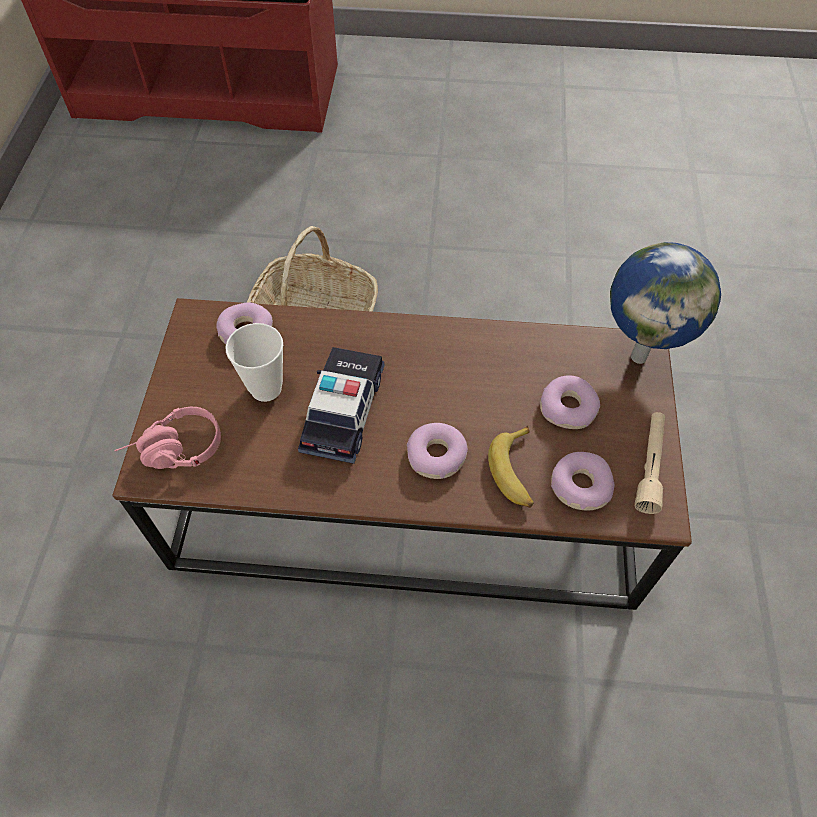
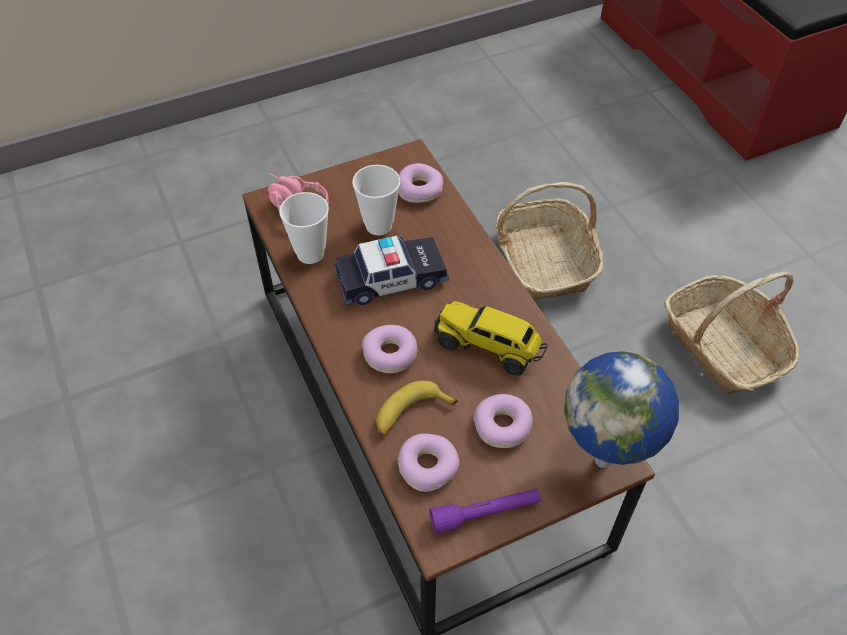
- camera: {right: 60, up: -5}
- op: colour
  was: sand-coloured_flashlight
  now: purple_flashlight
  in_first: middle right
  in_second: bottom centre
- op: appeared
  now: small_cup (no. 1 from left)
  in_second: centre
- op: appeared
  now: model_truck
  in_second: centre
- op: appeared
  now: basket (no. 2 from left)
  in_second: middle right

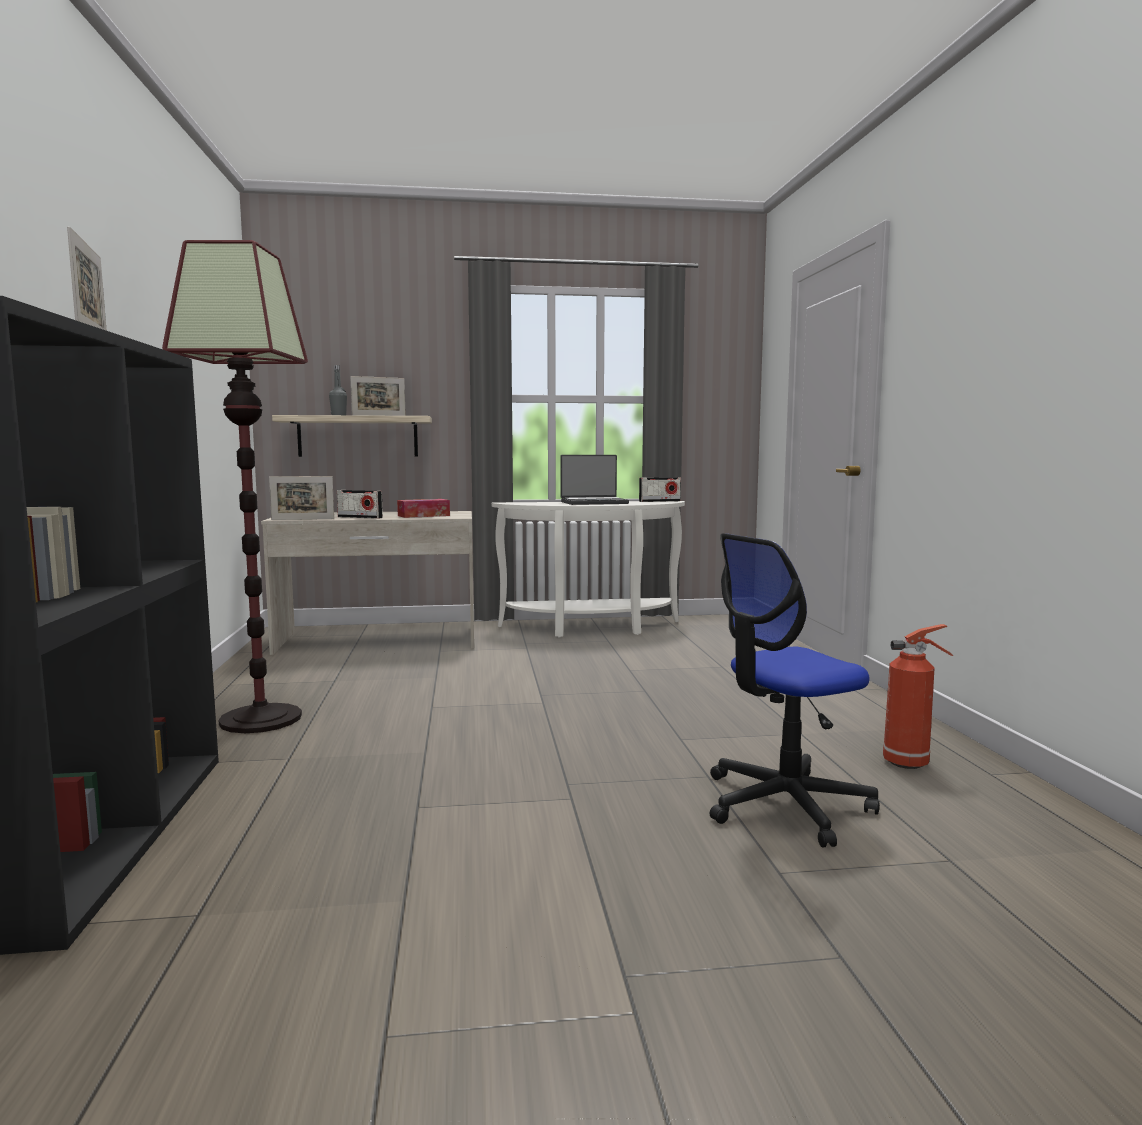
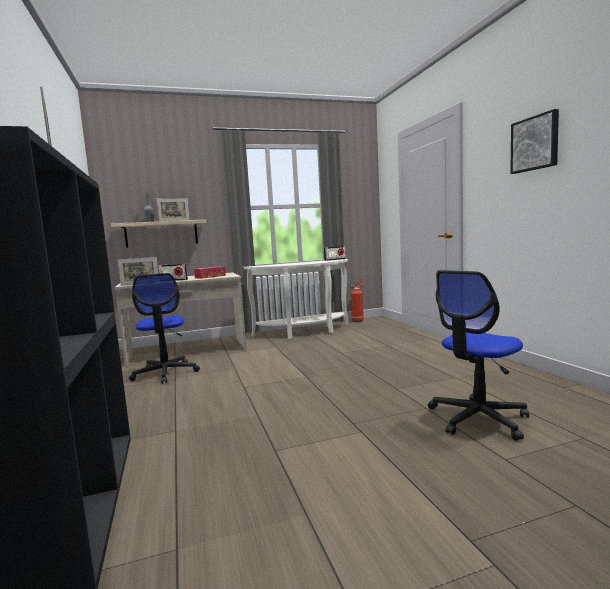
- camera: {right: -10, up: 0}
- op: missing
  was: standing_lamp
  in_first: middle left
- op: missing
  was: laptop
  in_first: centre
- op: relocated
  was: fire-fighting_cylinder
  in_first: middle right
  in_second: centre
- op: appeared
  now: office_chair (no. 1 from left)
  in_second: middle left
- op: appeared
  now: picture
  in_second: top right

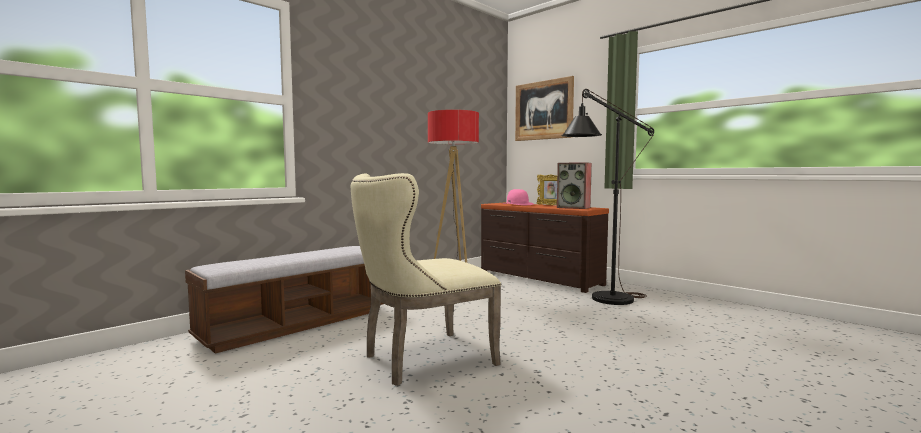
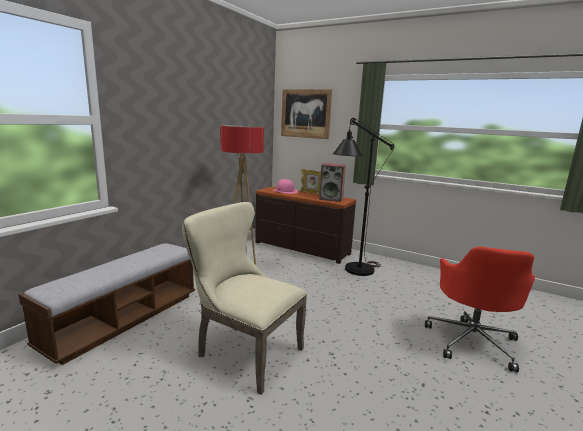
- camera: {right: -15, up: 10}
- op: spun
  was: sand-coloured_upright_chair
  in_first: centre
  in_second: bottom centre
  clockwise: 75
- op: appeared
  now: reddish_office_chair
  in_second: bottom right

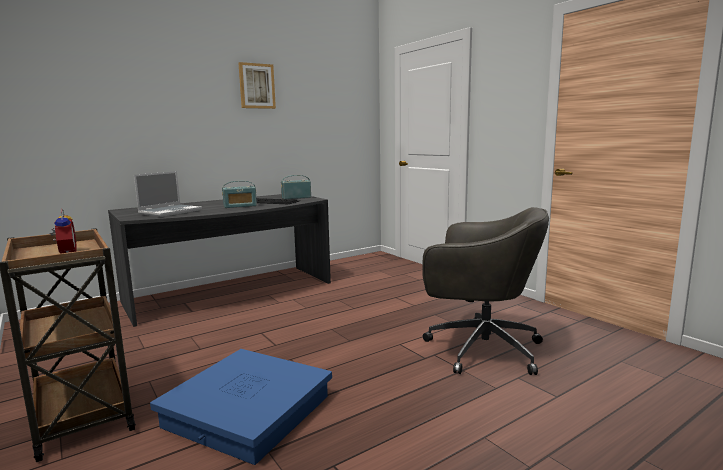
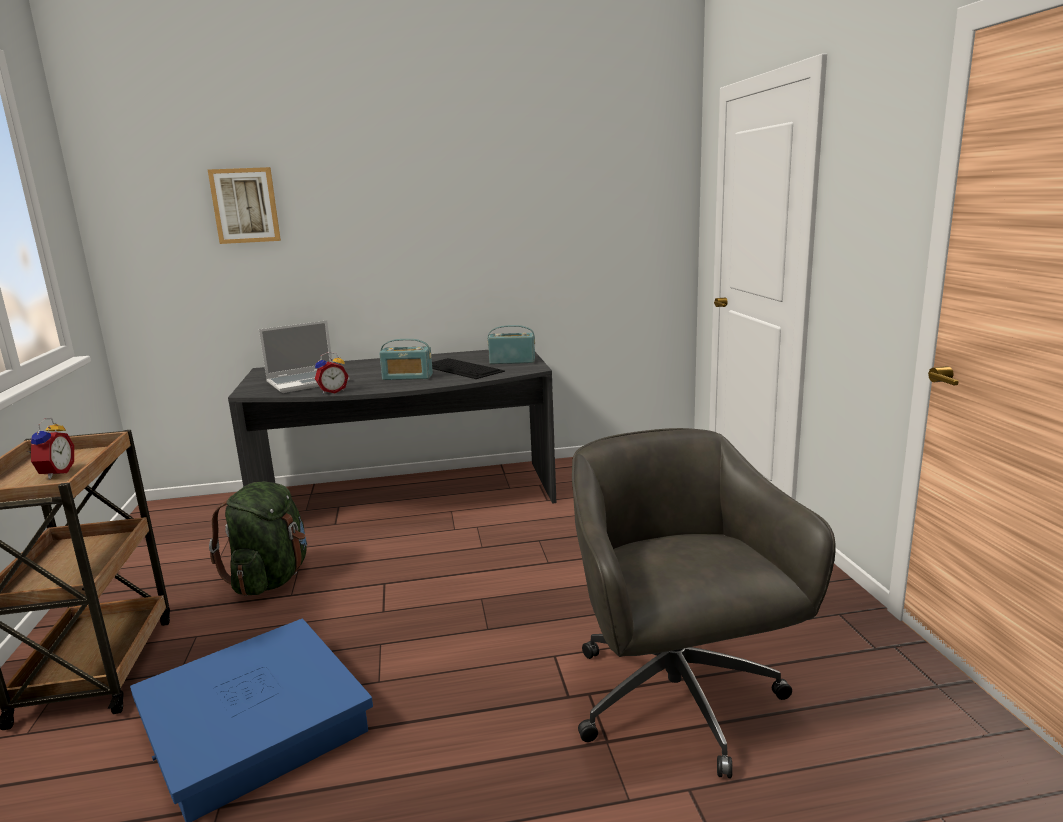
- camera: {right: 25, up: 5}
- op: relocated
  was: picture
  in_first: top centre
  in_second: top left
- op: spun
  was: greyish_office_chair
  in_first: middle right
  in_second: bottom centre
  clockwise: -150
- op: appeared
  now: green-coloured_backpack
  in_second: middle left
- op: appeared
  now: bedside_clock (no. 2 from left)
  in_second: middle left

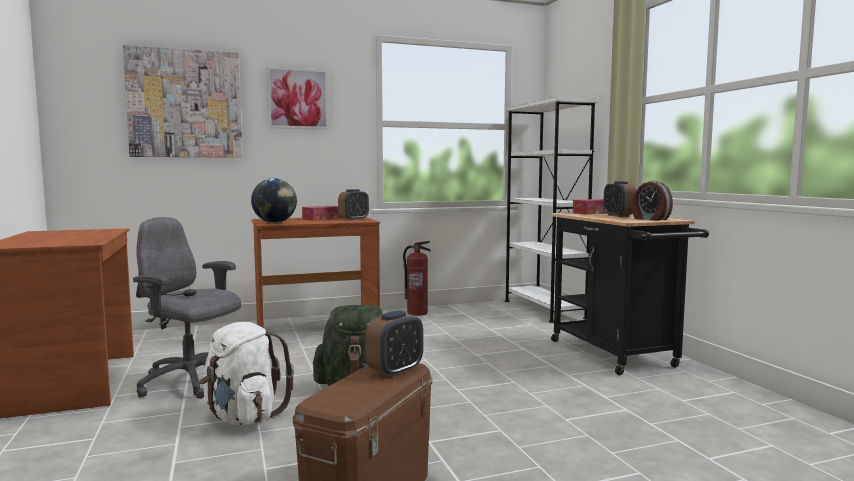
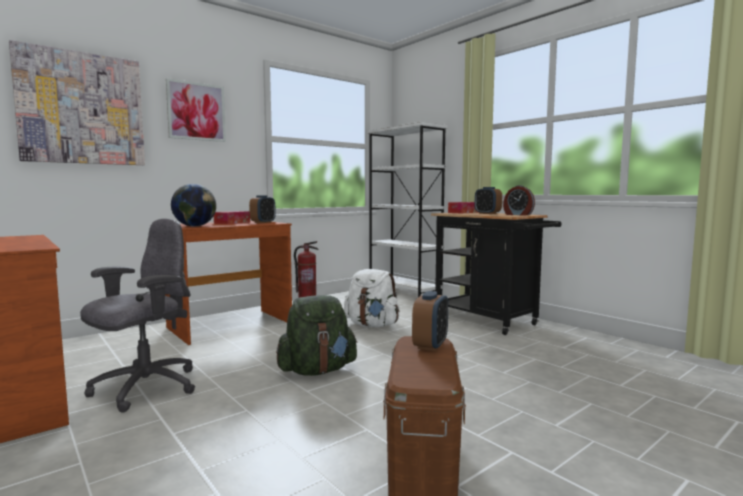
- camera: {right: -20, up: 0}
- op: spun
  was: greyish_office_chair
  in_first: middle left
  in_second: middle left
  clockwise: 120
- op: relocated
  was: white-coloured_backpack
  in_first: bottom left
  in_second: centre

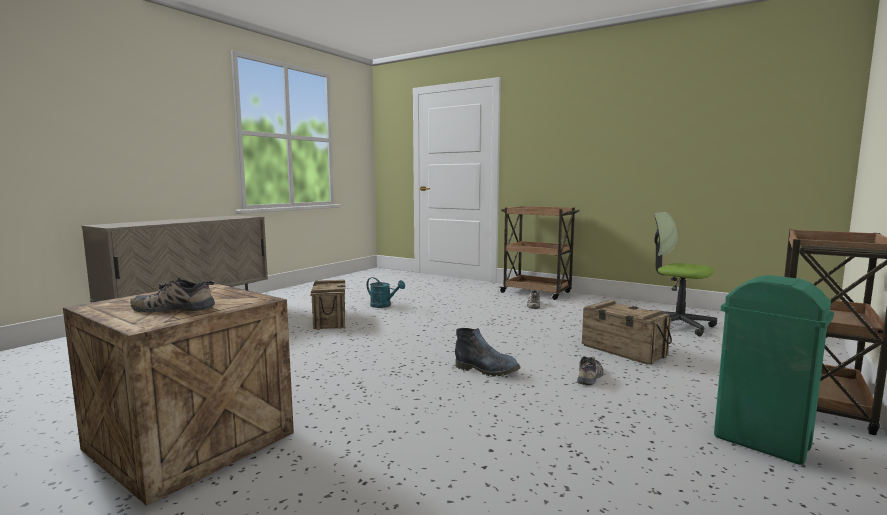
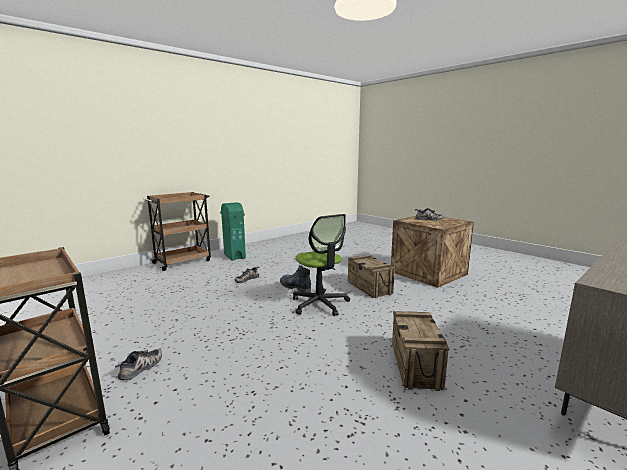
- camera: {right: -165, up: 5}
- op: missing
  was: turquoise_watering_pot
  in_first: centre
- op: relocated
  was: packing_crate (no. 3 from left in the first image)
  now: packing_crate (no. 1 from left)
  in_first: middle right
  in_second: centre
- op: relocated
  was: office_chair
  in_first: middle right
  in_second: centre

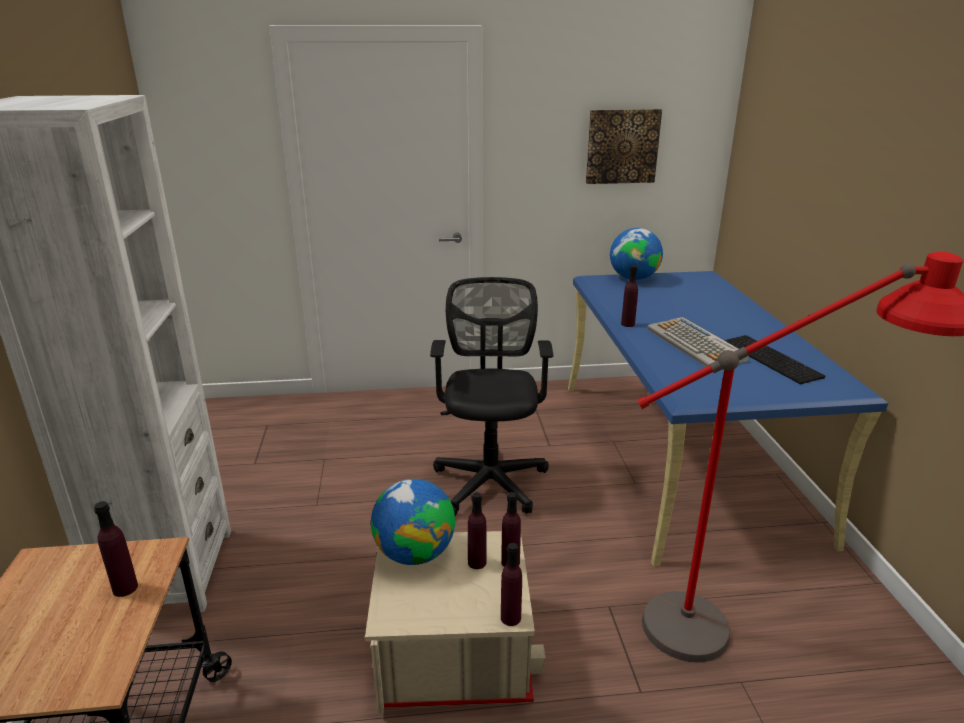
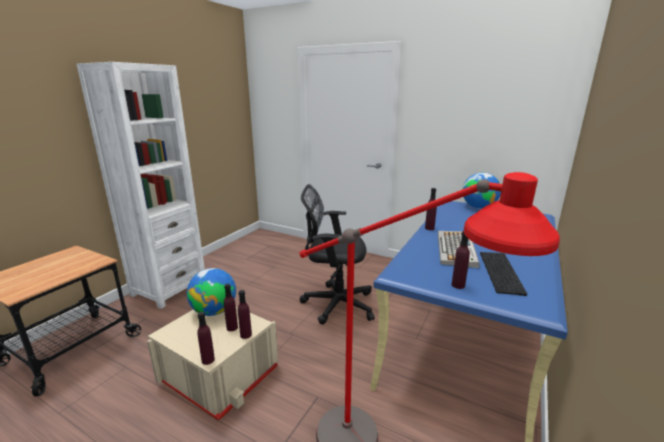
- camera: {right: 35, up: -5}
- op: relocated
  was: purple_beverage_bottle (no. 1 from left in the first image)
  now: purple_beverage_bottle (no. 5 from left)
  in_first: bottom left
  in_second: middle right
- op: spun
  was: black-coloured_office_chair
  in_first: centre
  in_second: centre
  clockwise: -120
- op: missing
  was: picture
  in_first: top centre

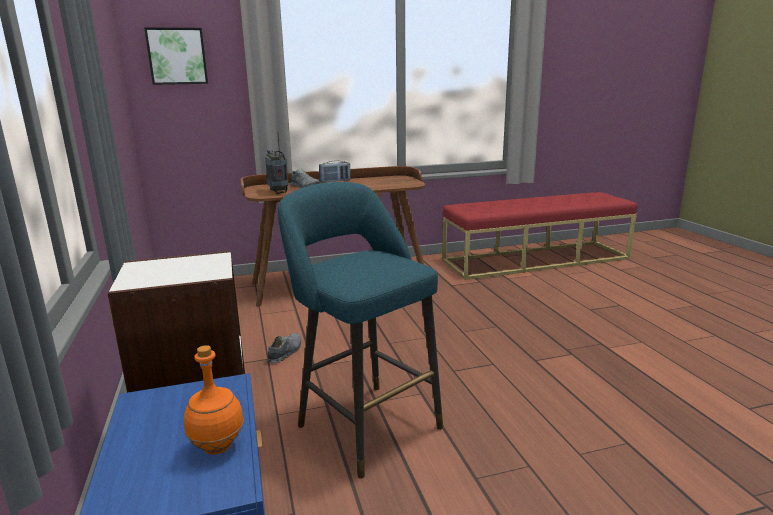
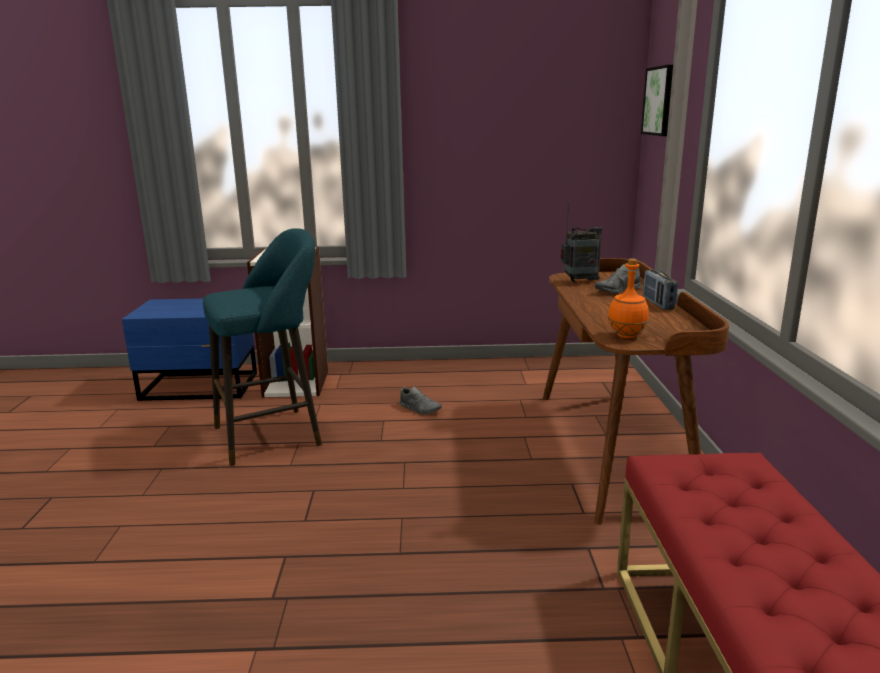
- camera: {right: 105, up: 0}
- op: relocated
  was: orange-coloured_beverage_bottle
  in_first: bottom left
  in_second: middle right

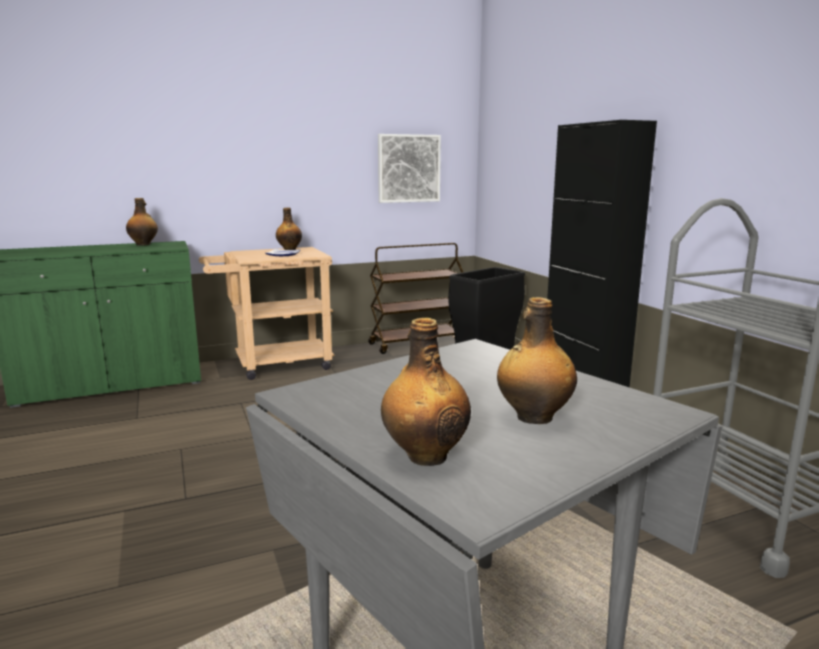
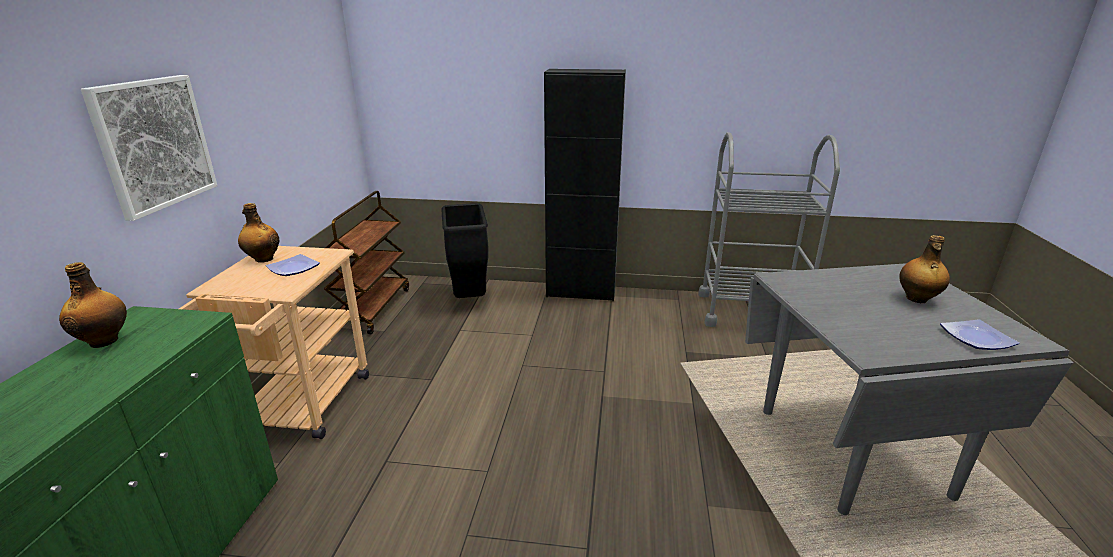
- camera: {right: -60, up: 10}
- op: relocated
  was: picture
  in_first: top centre
  in_second: top left
- op: exchanged
  was: beverage_bottle (no. 3 from left)
  now: plate (no. 2 from left)
  in_first: centre
  in_second: middle right

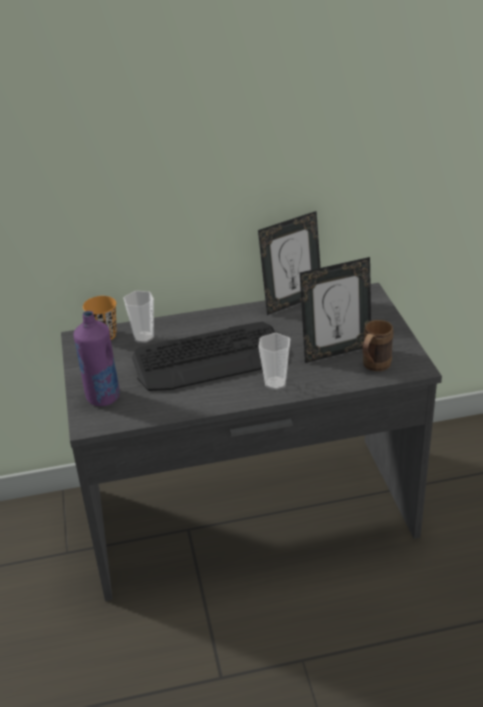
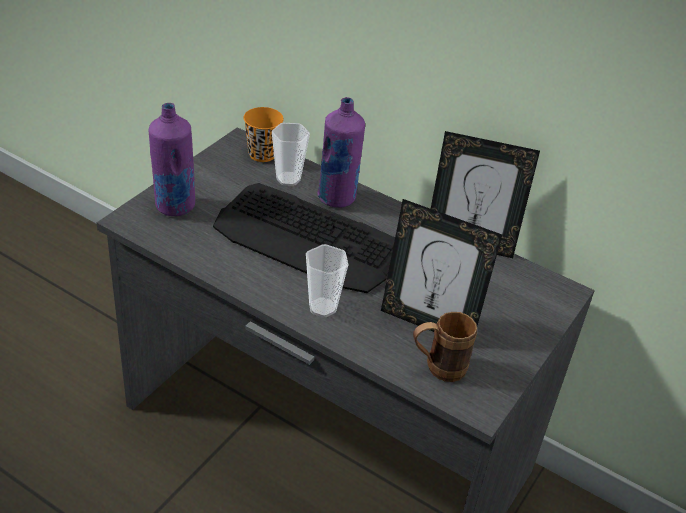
- camera: {right: 40, up: 5}
- op: appeared
  now: purple_beverage_bottle (no. 2 from left)
  in_second: top centre

